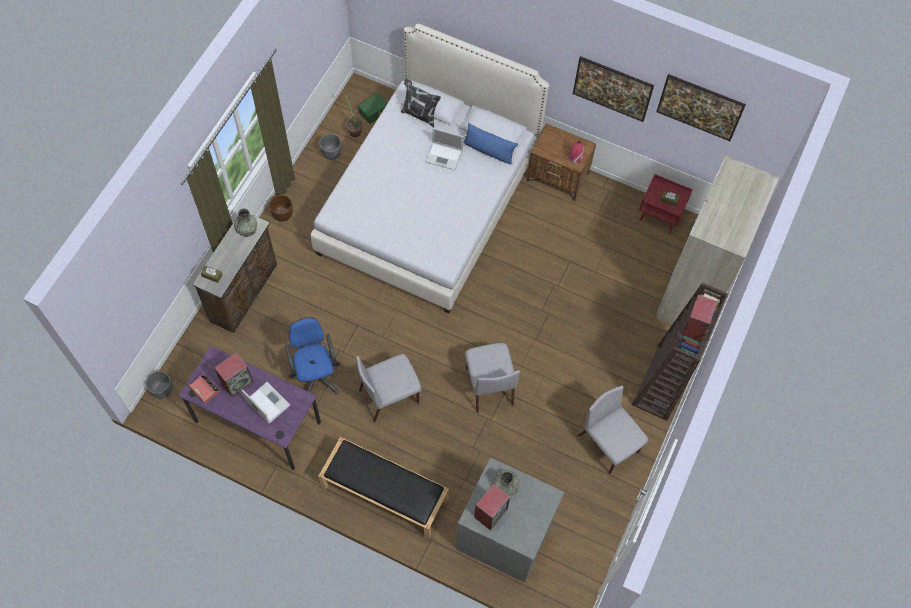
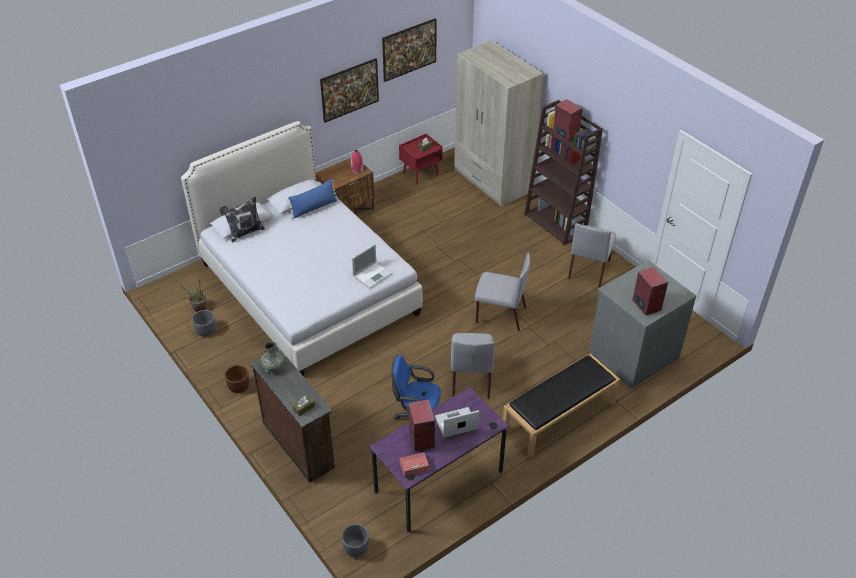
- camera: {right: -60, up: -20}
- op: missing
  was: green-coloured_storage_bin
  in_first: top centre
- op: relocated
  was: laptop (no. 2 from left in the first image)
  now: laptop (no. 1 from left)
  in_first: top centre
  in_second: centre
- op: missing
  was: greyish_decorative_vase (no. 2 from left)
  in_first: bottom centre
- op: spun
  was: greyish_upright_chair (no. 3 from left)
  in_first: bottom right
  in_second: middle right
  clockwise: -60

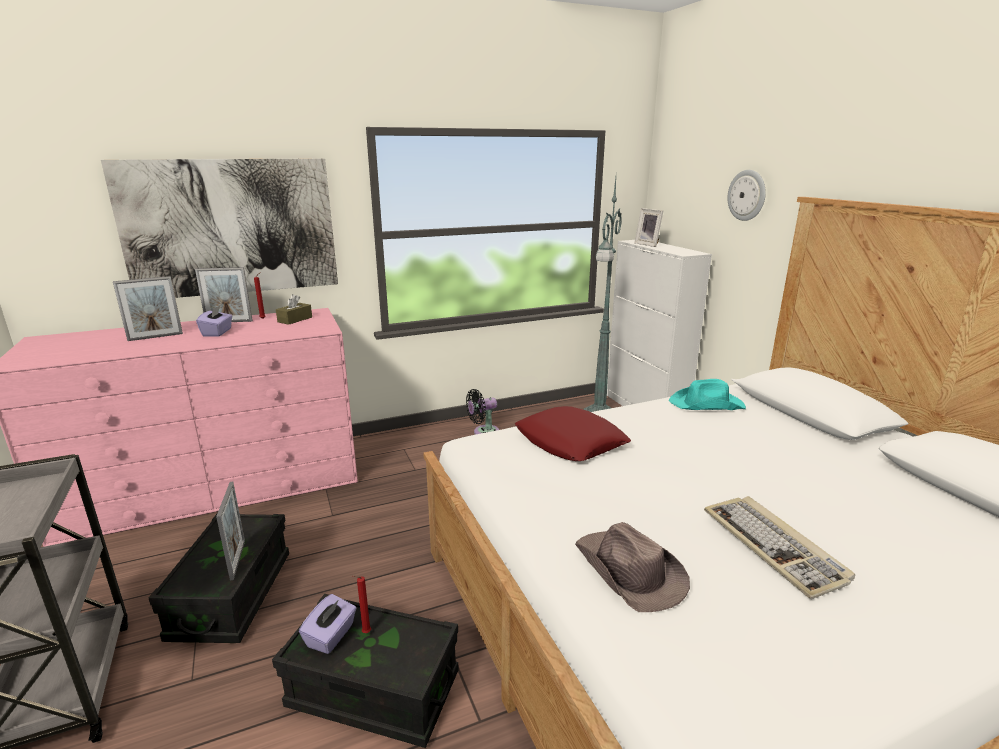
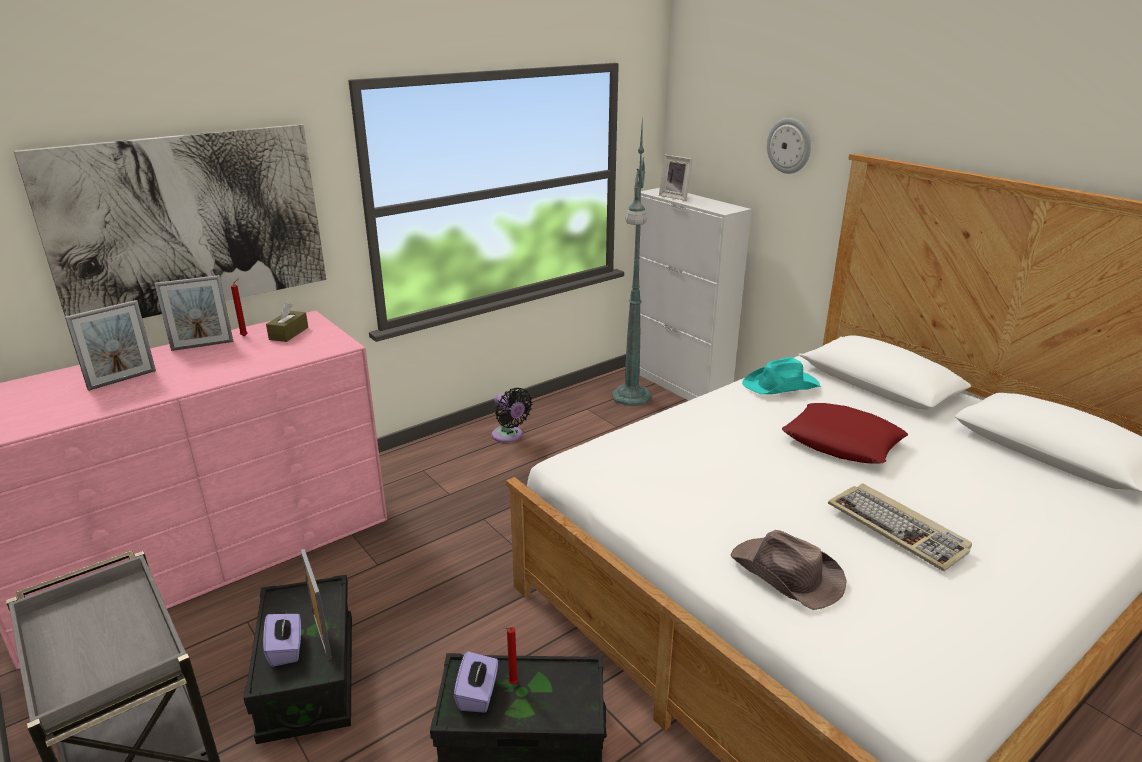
- camera: {right: -15, up: 5}
- op: relocated
  was: purple_tissue_holder (no. 1 from left)
  in_first: middle left
  in_second: bottom left
- op: spun
  was: black-coloured_fan
  in_first: centre
  in_second: centre
  clockwise: -90
- op: relocated
  was: reddish_cushion
  in_first: centre
  in_second: middle right

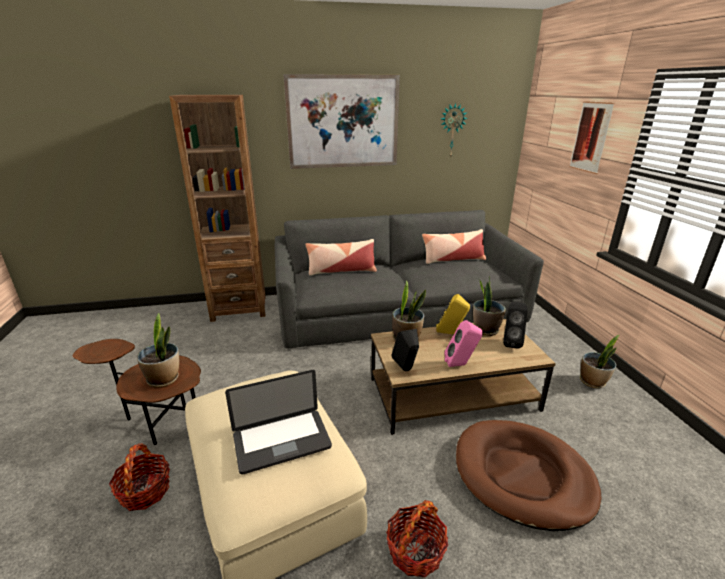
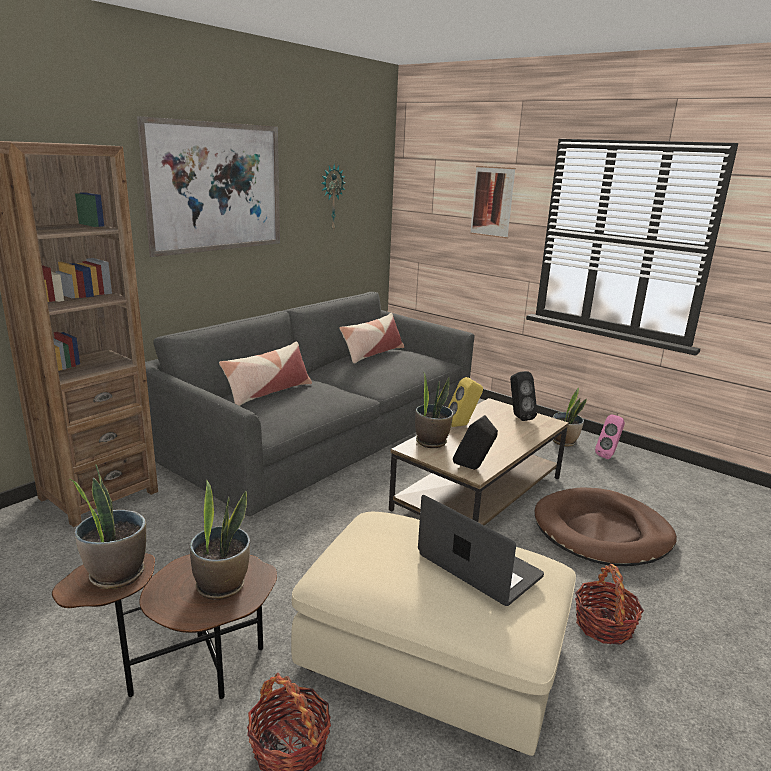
- camera: {right: -40, up: -5}
- op: spun
  was: laptop
  in_first: bottom centre
  in_second: bottom centre
  clockwise: -75
- op: relocated
  was: pink_loudspeaker
  in_first: centre
  in_second: middle right
- op: relocated
  was: plant_in_a_pot (no. 3 from left in the first image)
  now: plant_in_a_pot (no. 1 from left)
  in_first: middle right
  in_second: bottom left

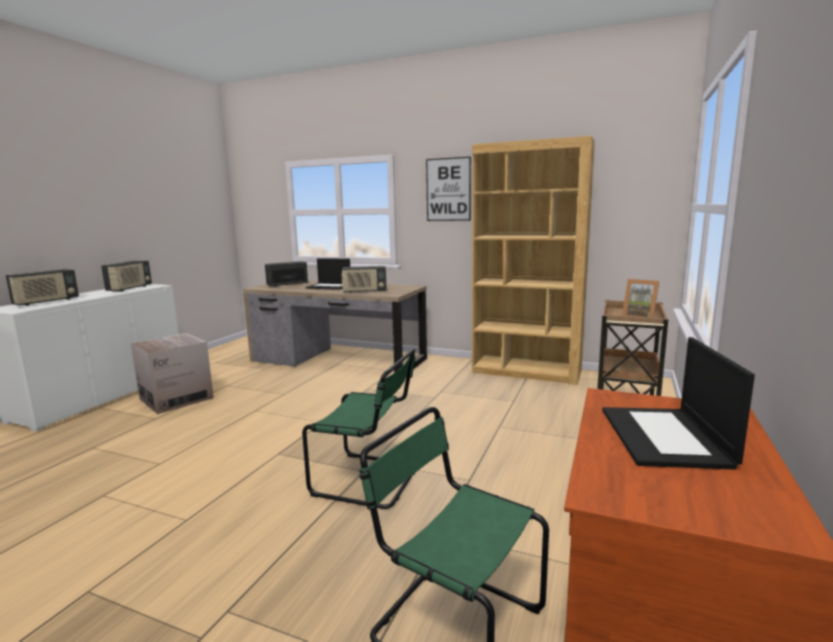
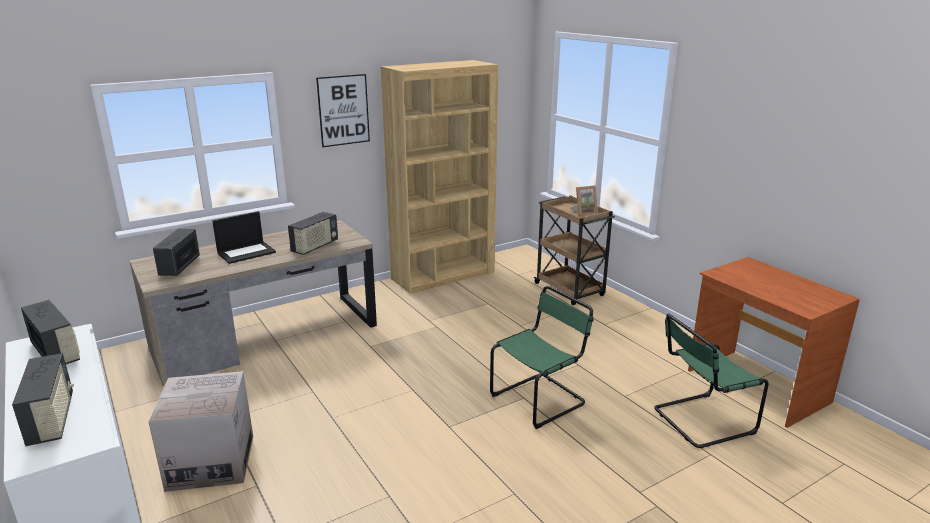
- camera: {right: -55, up: 10}
- op: missing
  was: laptop (no. 2 from left)
  in_first: middle right

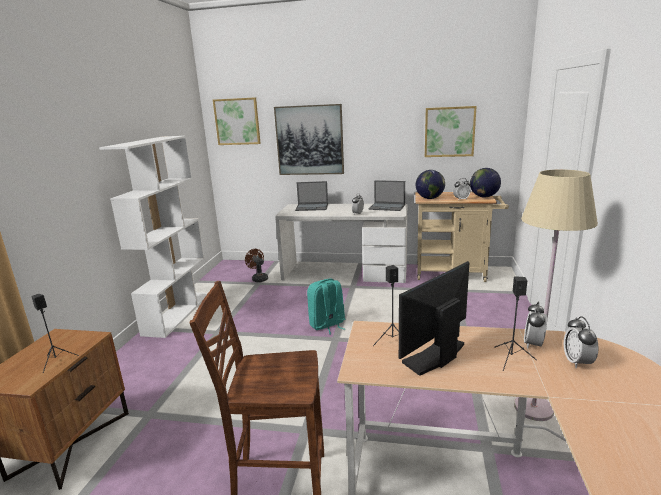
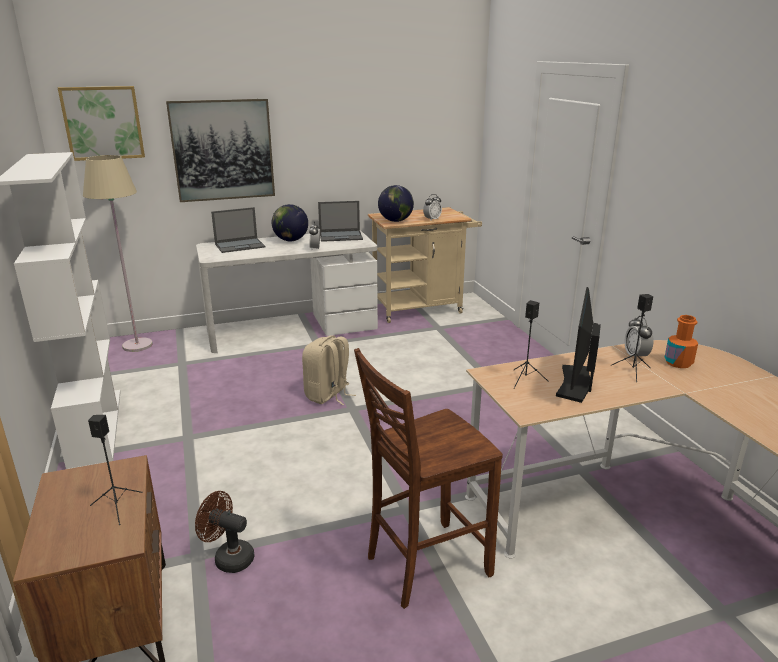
- camera: {right: -30, up: 5}
- op: relocated
  was: brown-coloured_fan
  in_first: centre
  in_second: bottom left
- op: colour
  was: turquoise_backpack
  now: sand-coloured_backpack
  in_first: centre
  in_second: centre
- op: missing
  was: picture (no. 3 from left)
  in_first: top right
- op: relocated
  was: world_globe (no. 2 from left in the first image)
  now: world_globe (no. 1 from left)
  in_first: middle right
  in_second: centre
- op: relocated
  was: sand-coloured_standing_lamp
  in_first: middle right
  in_second: middle left
- op: exchanged
  was: bedside_clock (no. 4 from left)
  now: orange-coloured_beverage_bottle
  in_first: bottom right
  in_second: middle right

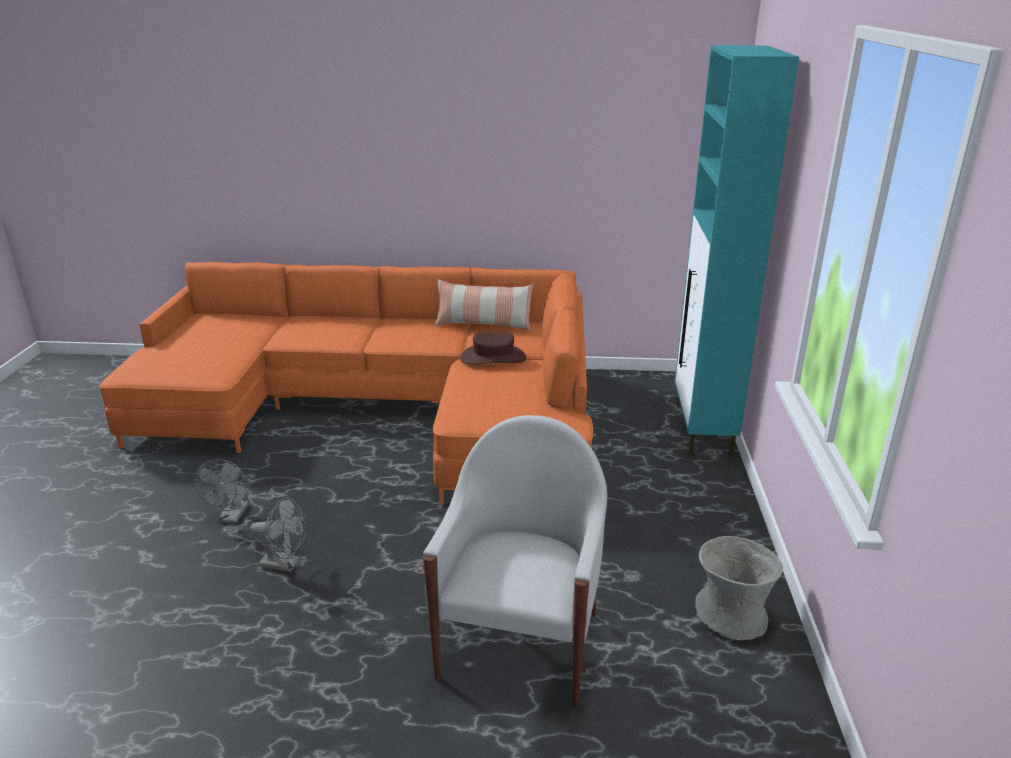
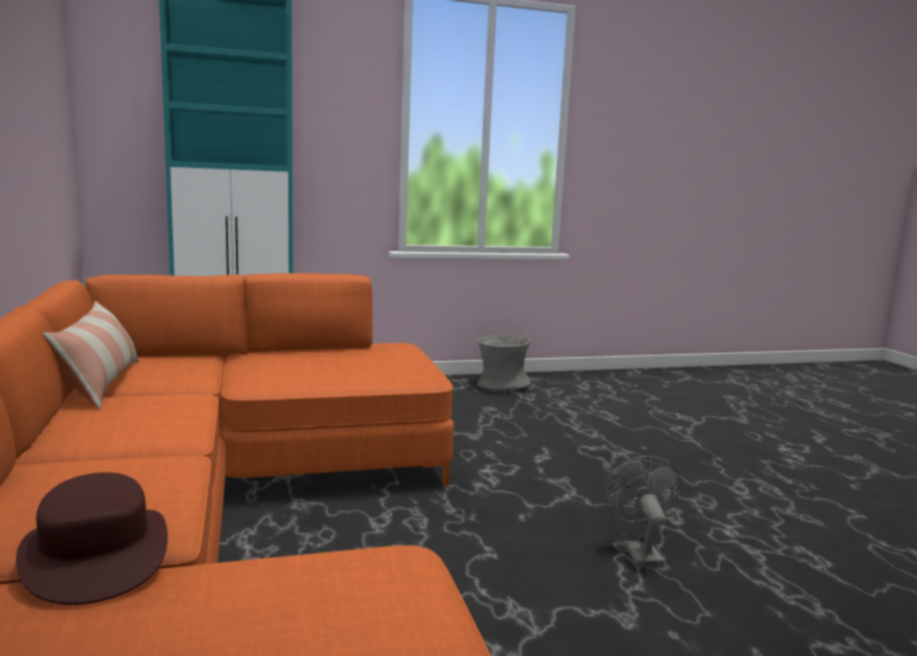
- camera: {right: -110, up: -15}
- op: missing
  was: greyish_fan (no. 1 from left)
  in_first: middle left
- op: missing
  was: white-coloured_lounge_chair
  in_first: bottom centre
- op: relocated
  was: brown-coloured_hat
  in_first: centre
  in_second: bottom left

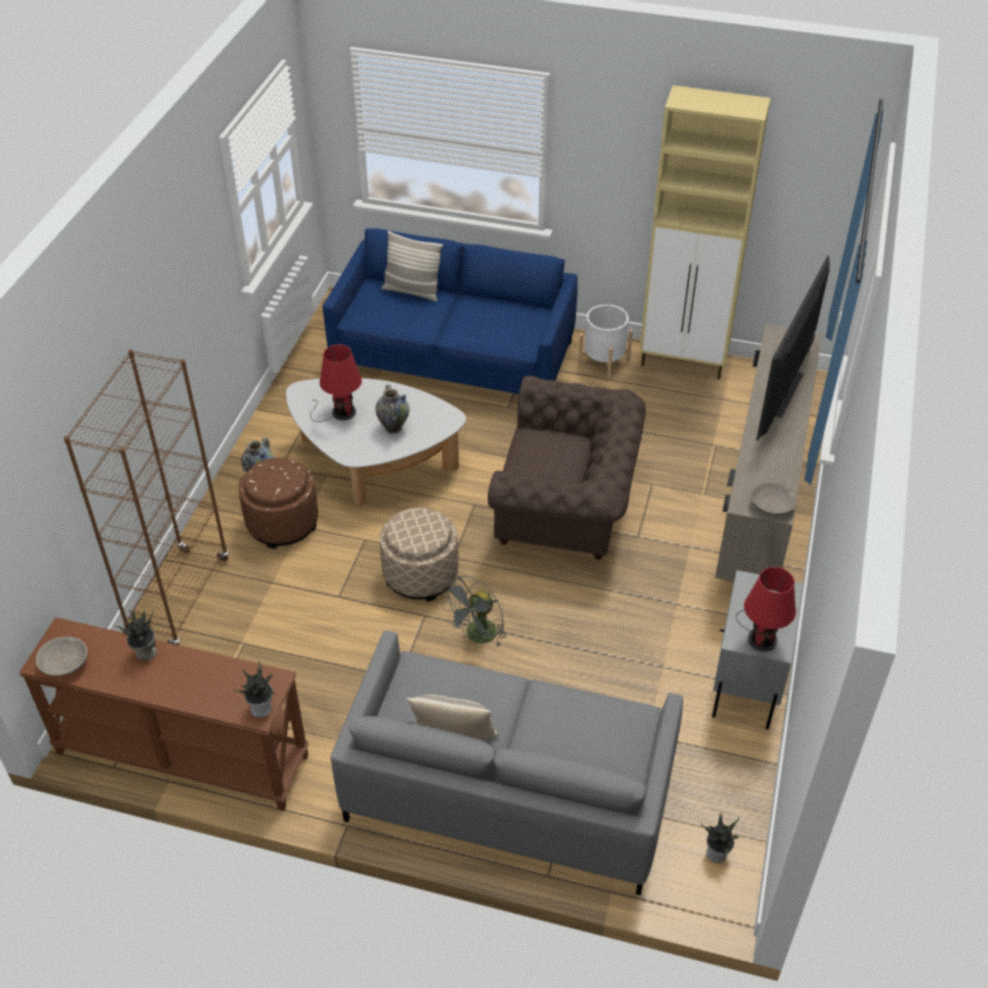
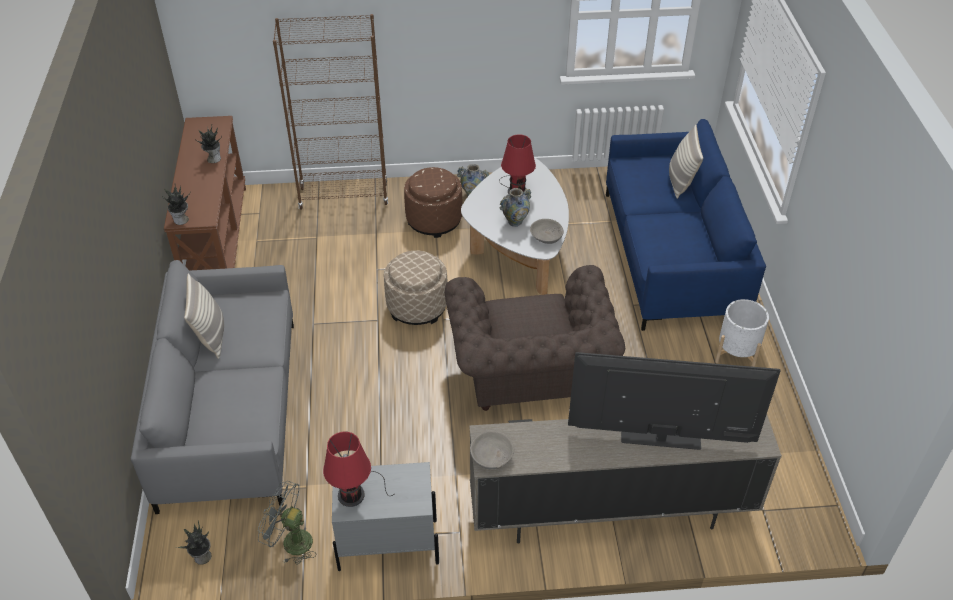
- camera: {right: 70, up: 0}
- op: relocated
  was: greyish_serving_bowl (no. 1 from left in the first image)
  now: greyish_serving_bowl (no. 2 from left)
  in_first: middle left
  in_second: centre
- op: relocated
  was: greyish_fan
  in_first: centre
  in_second: bottom left
- op: missing
  was: sand-coloured_cupboard
  in_first: top right

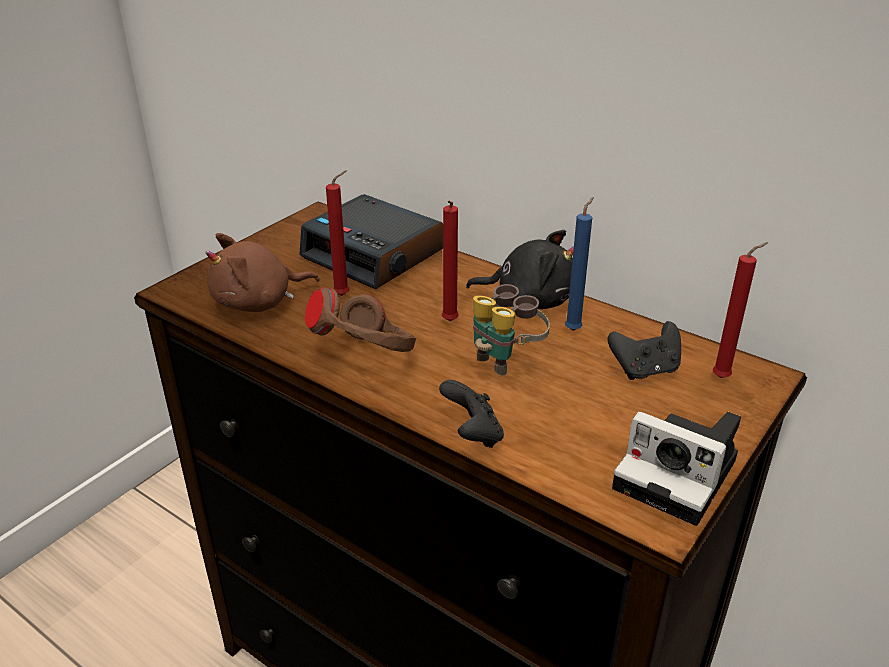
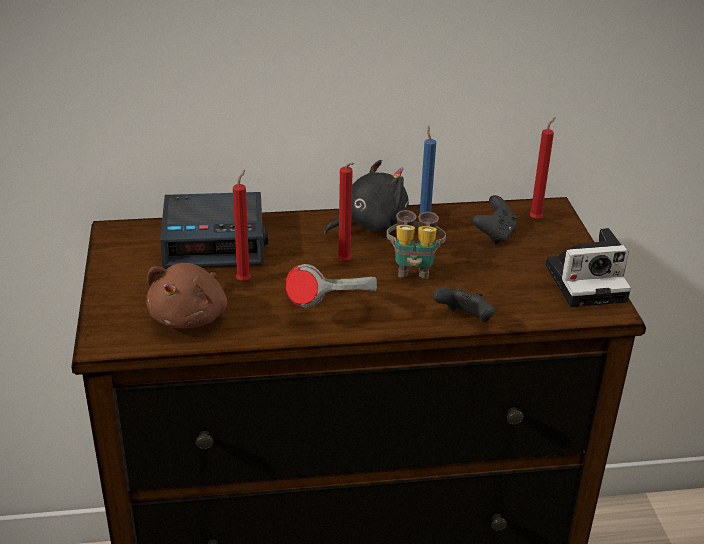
- camera: {right: -45, up: 0}
- op: colour
  was: brown-coloured_pair_of_headphones
  now: greyish_pair_of_headphones
  in_first: centre
  in_second: centre

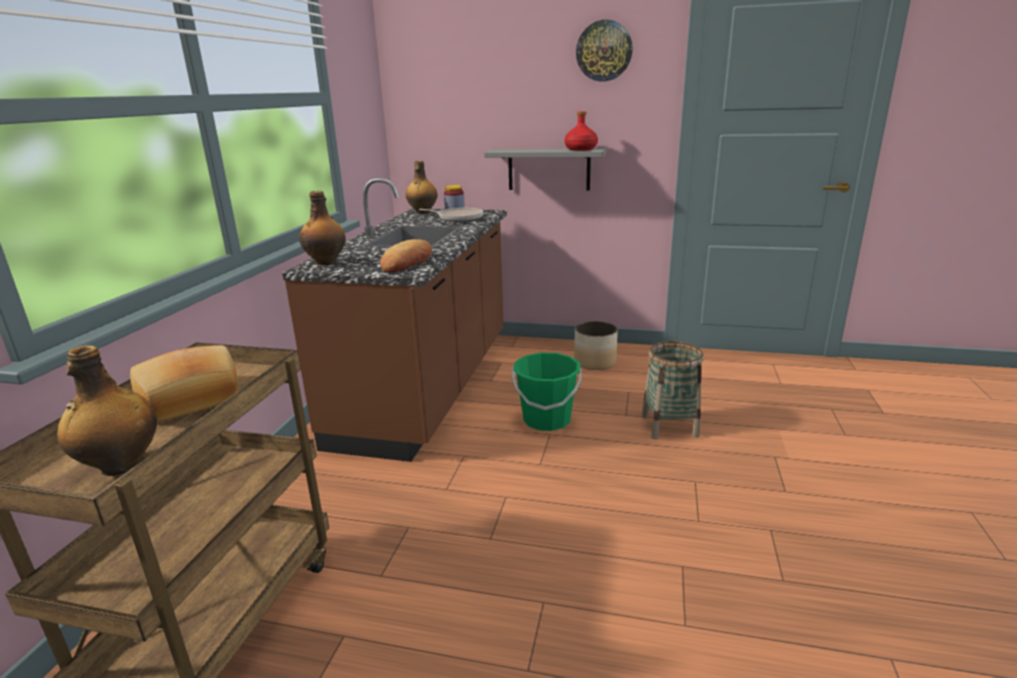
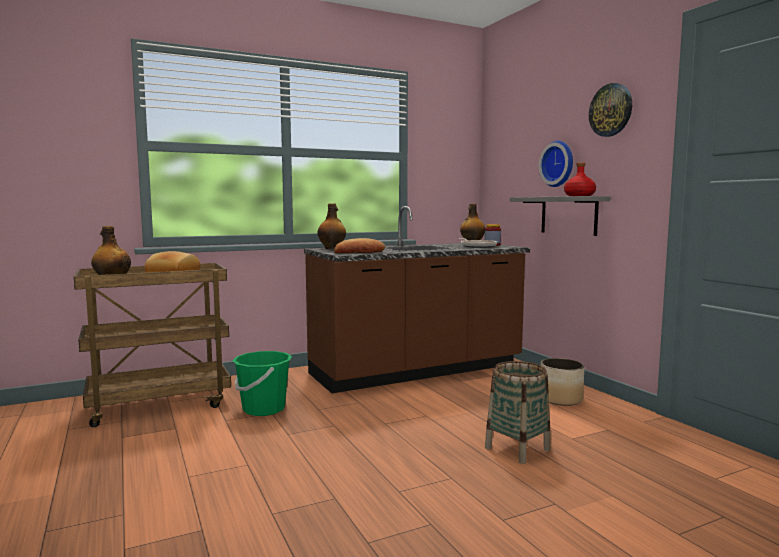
- camera: {right: 50, up: -15}
- op: relocated
  was: green-coloured_water_bucket
  in_first: centre
  in_second: bottom centre
- op: appeared
  now: clock_on_the_wall (no. 1 from left)
  in_second: top right

